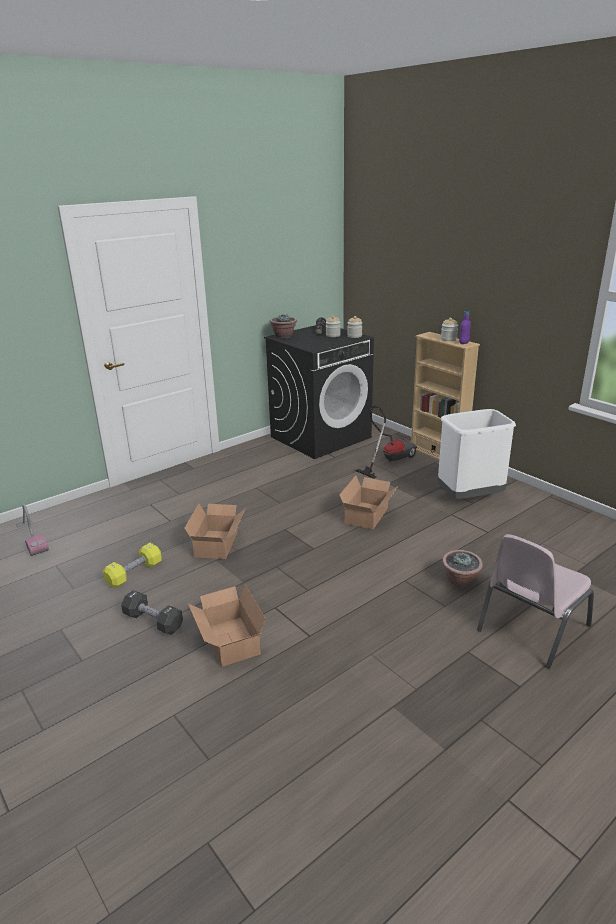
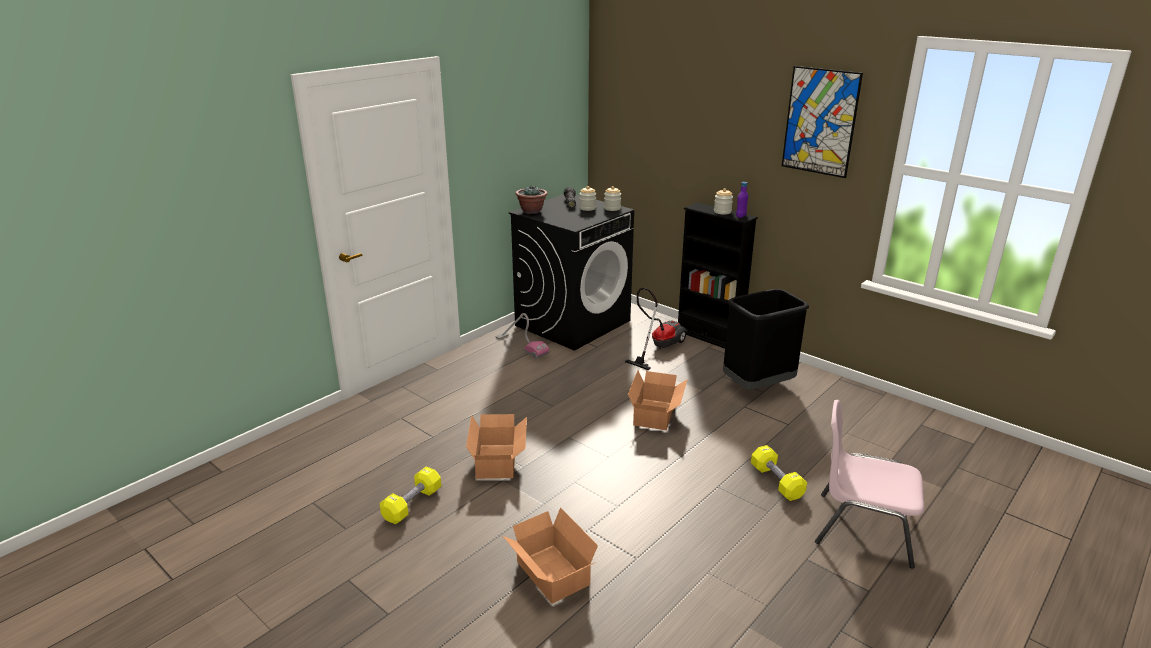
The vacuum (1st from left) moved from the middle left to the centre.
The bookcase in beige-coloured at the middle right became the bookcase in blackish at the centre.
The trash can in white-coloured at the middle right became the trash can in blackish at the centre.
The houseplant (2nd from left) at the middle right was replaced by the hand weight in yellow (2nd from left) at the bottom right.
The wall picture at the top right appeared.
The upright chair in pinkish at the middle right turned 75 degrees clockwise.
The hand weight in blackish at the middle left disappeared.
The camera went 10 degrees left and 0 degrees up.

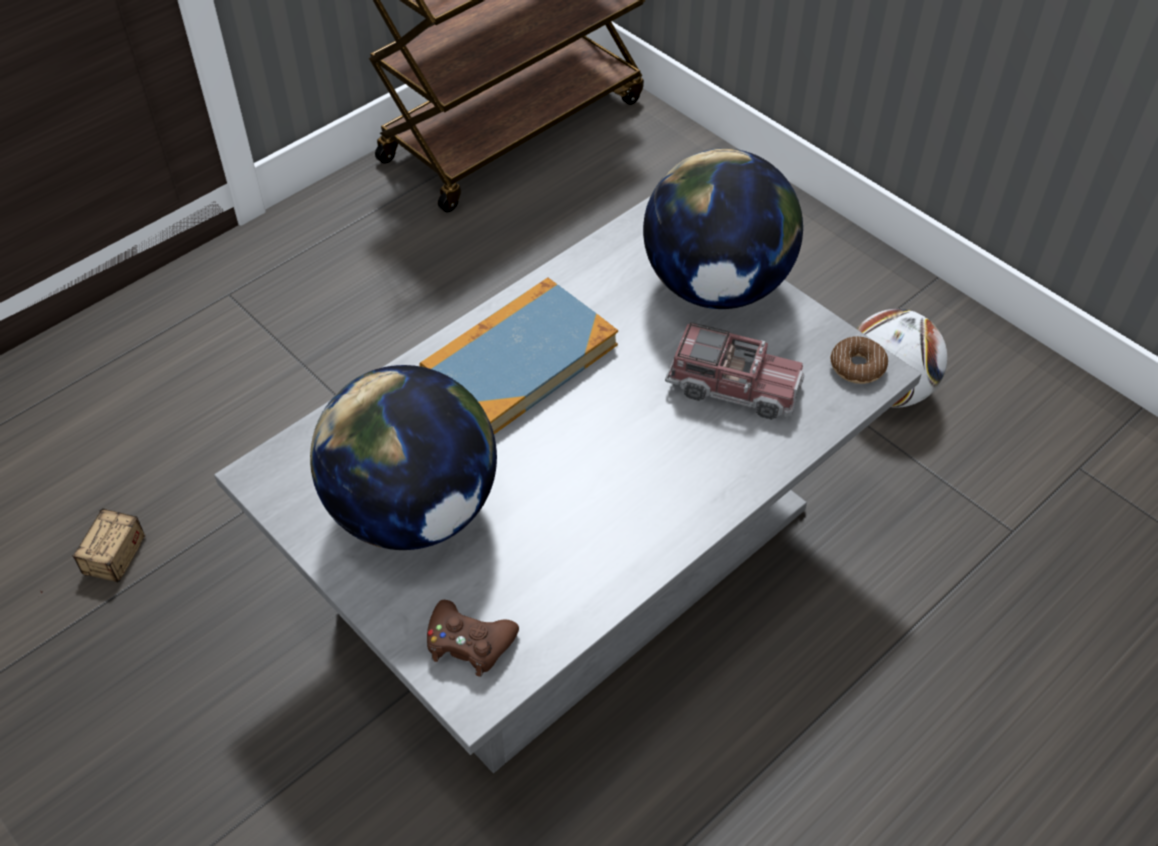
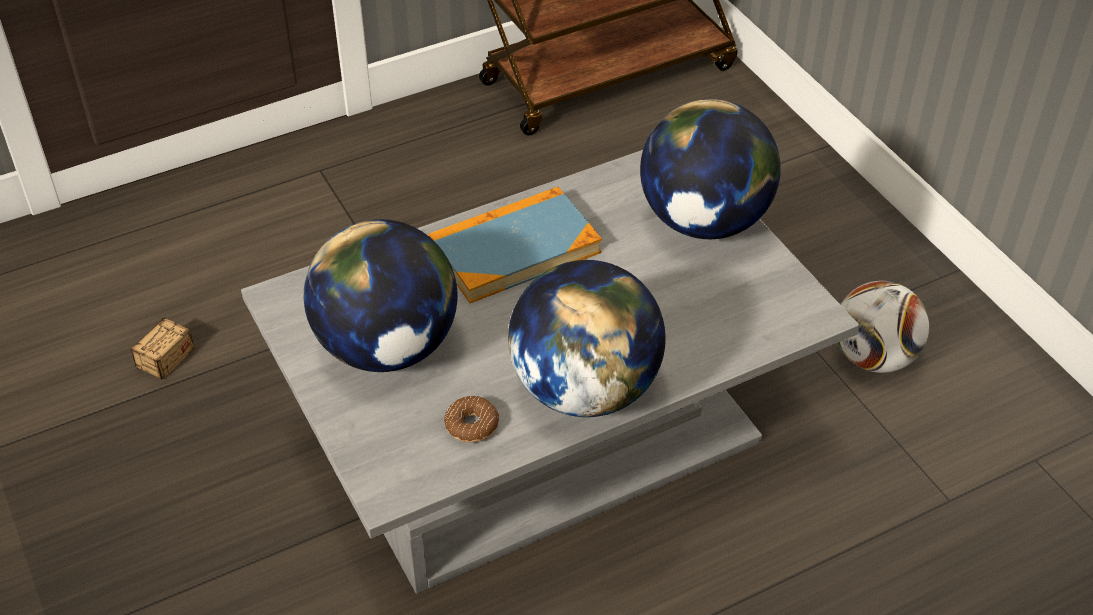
The donut moved from the middle right to the bottom centre.
The world globe (2nd from left) at the centre appeared.
The joypad in brownish at the bottom centre disappeared.
The model truck at the centre disappeared.
The camera went 15 degrees right and 5 degrees down.

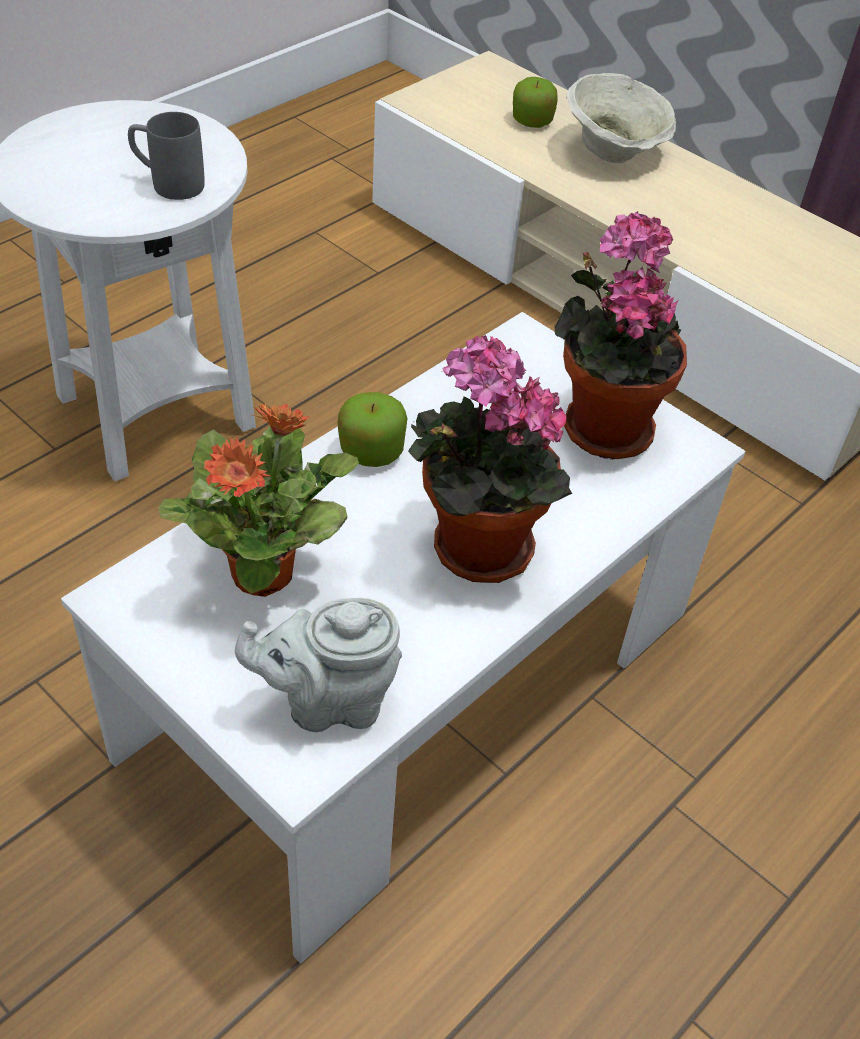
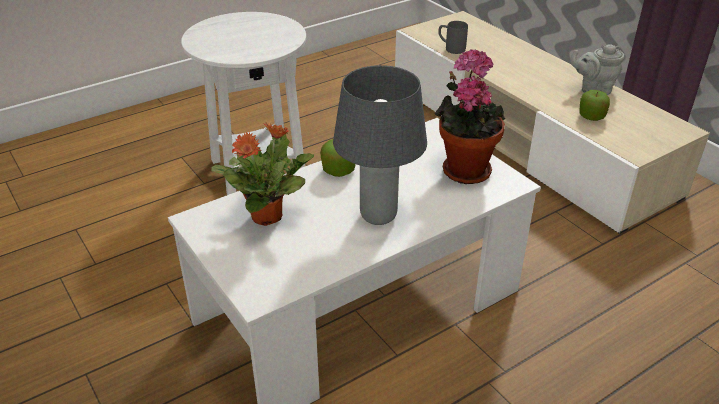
The houseplant (2nd from left) at the centre was replaced by the lamp for a table in greyish at the centre.
The coffee mug in greyish moved from the top left to the top centre.
The tea pot in greyish moved from the centre to the top right.
The apple fruit (2nd from left) moved from the top centre to the top right.
The serving bowl in beige-coloured at the top right disappeared.
The camera went 15 degrees right and 10 degrees down.

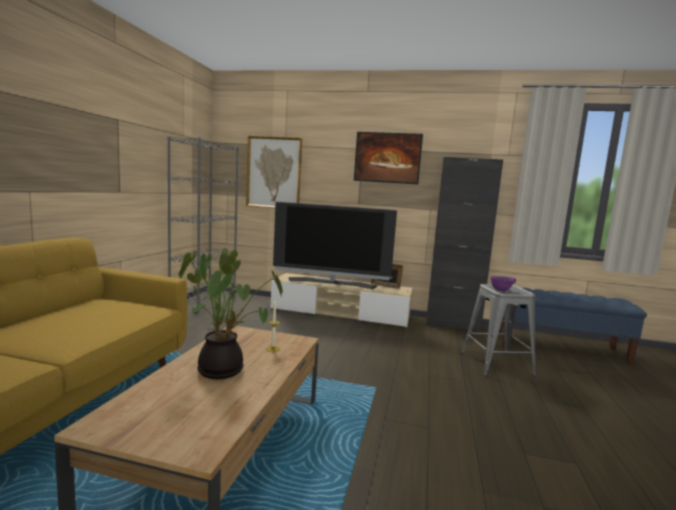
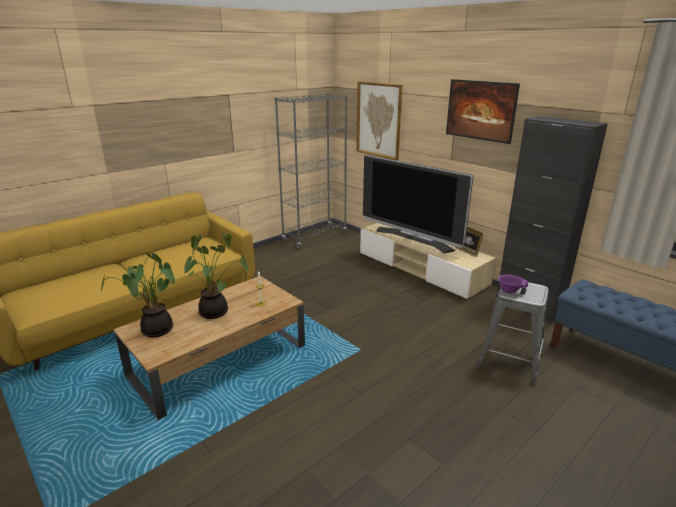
The houseplant (1st from left) at the middle left appeared.
The camera went 35 degrees right and 15 degrees up.

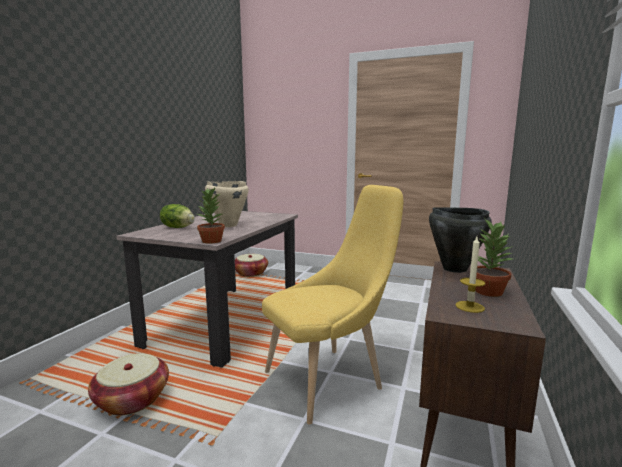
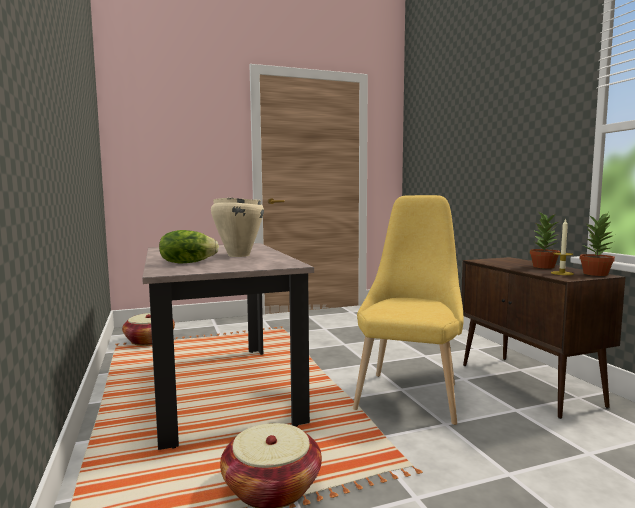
The houseplant (1st from left in the first image) moved from the centre to the middle right.
The cooking pot in blackish at the middle right disappeared.
The camera went 40 degrees left and 5 degrees down.

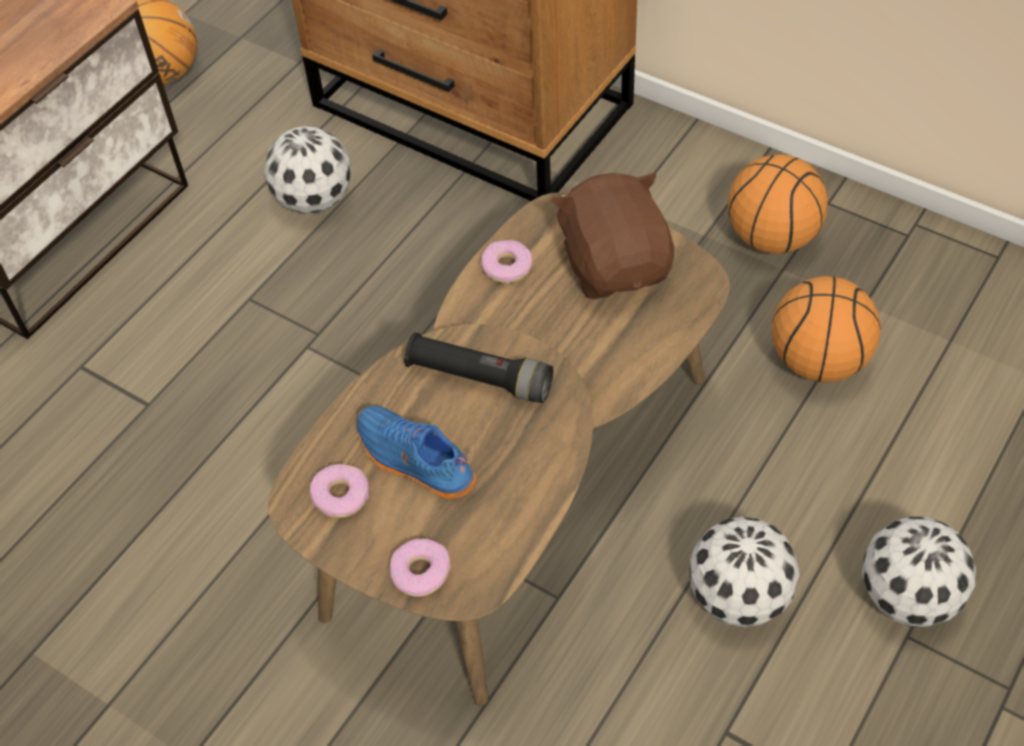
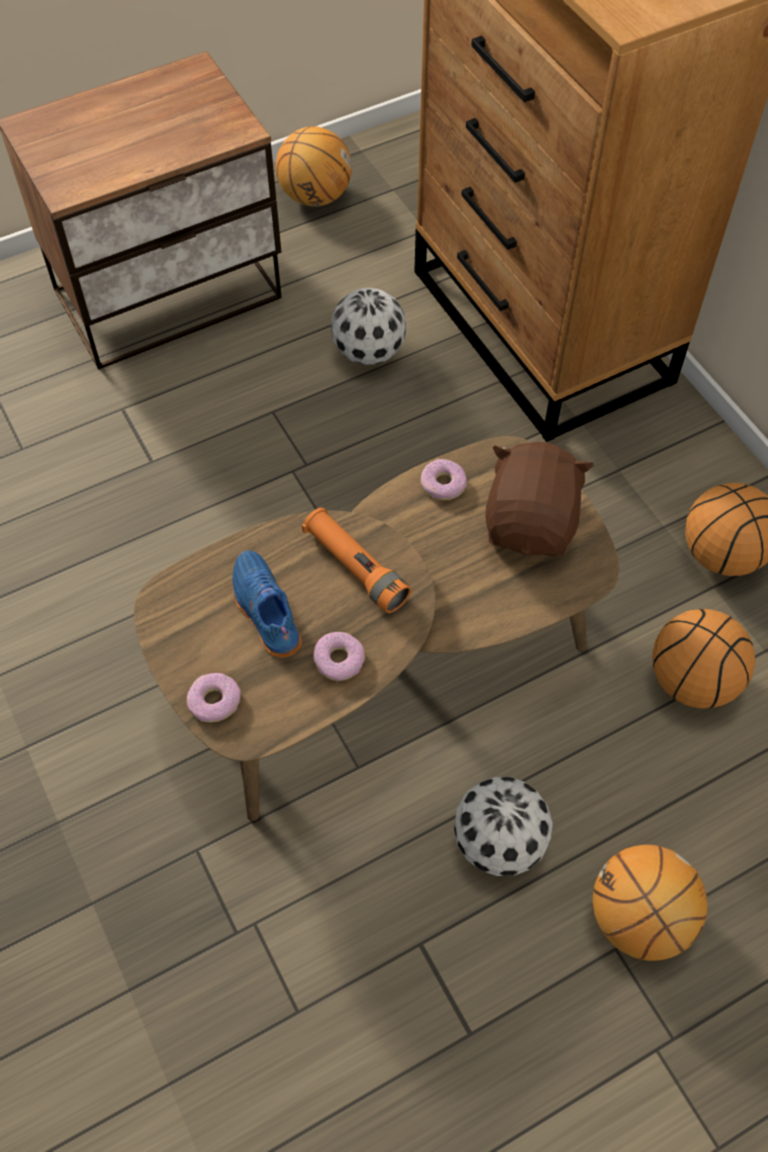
The torch in blackish at the centre became the torch in orange at the centre.
The donut (1st from left in the first image) moved from the middle left to the centre.
The football ball (3rd from left) at the bottom right was replaced by the ball for basketball (2nd from left) at the bottom right.
The camera went 25 degrees right and 5 degrees up.

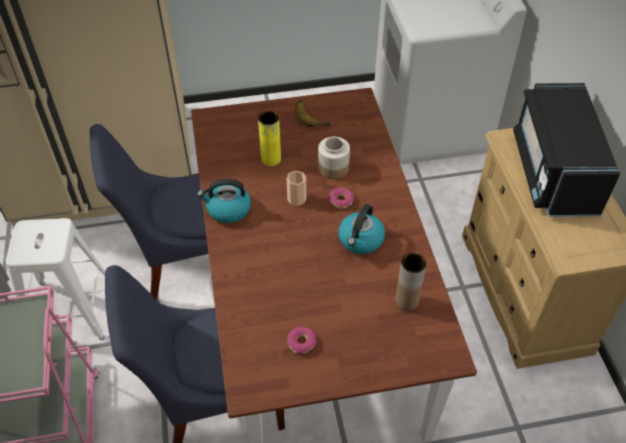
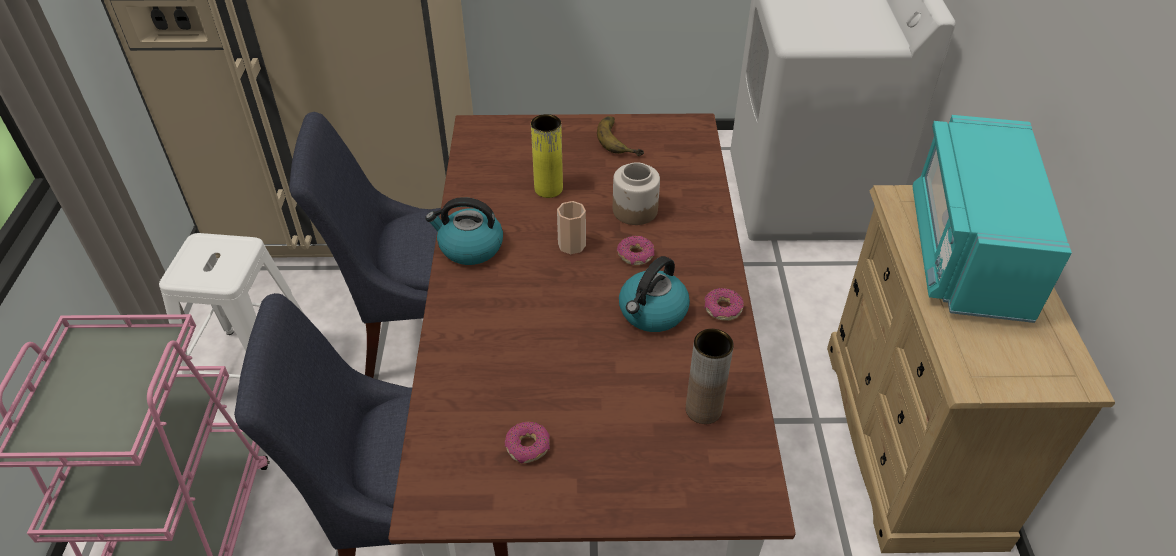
The donut (3rd from left) at the centre appeared.
The kitchen microwave in blackish at the middle right became the kitchen microwave in blue-green at the middle right.
The camera went 10 degrees right and 5 degrees down.

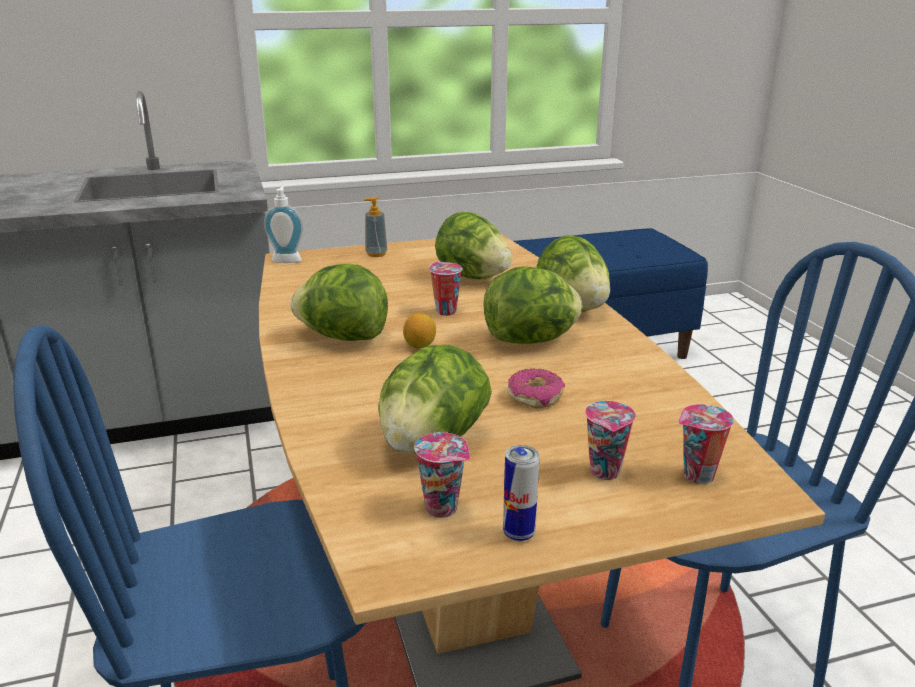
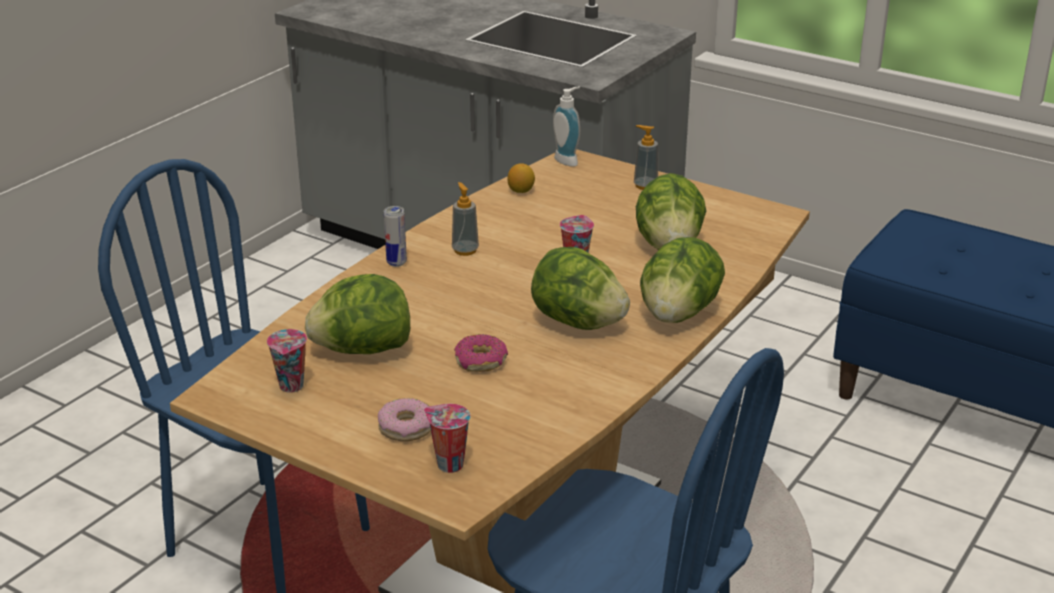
The small cup (3rd from left) at the middle right was replaced by the donut (1st from left) at the bottom centre.
The can moved from the bottom centre to the centre.
The lettuce (1st from left) at the centre was replaced by the soap bottle (1st from left) at the centre.
The whole lemon moved from the centre to the top centre.
The camera went 50 degrees right and 5 degrees up.

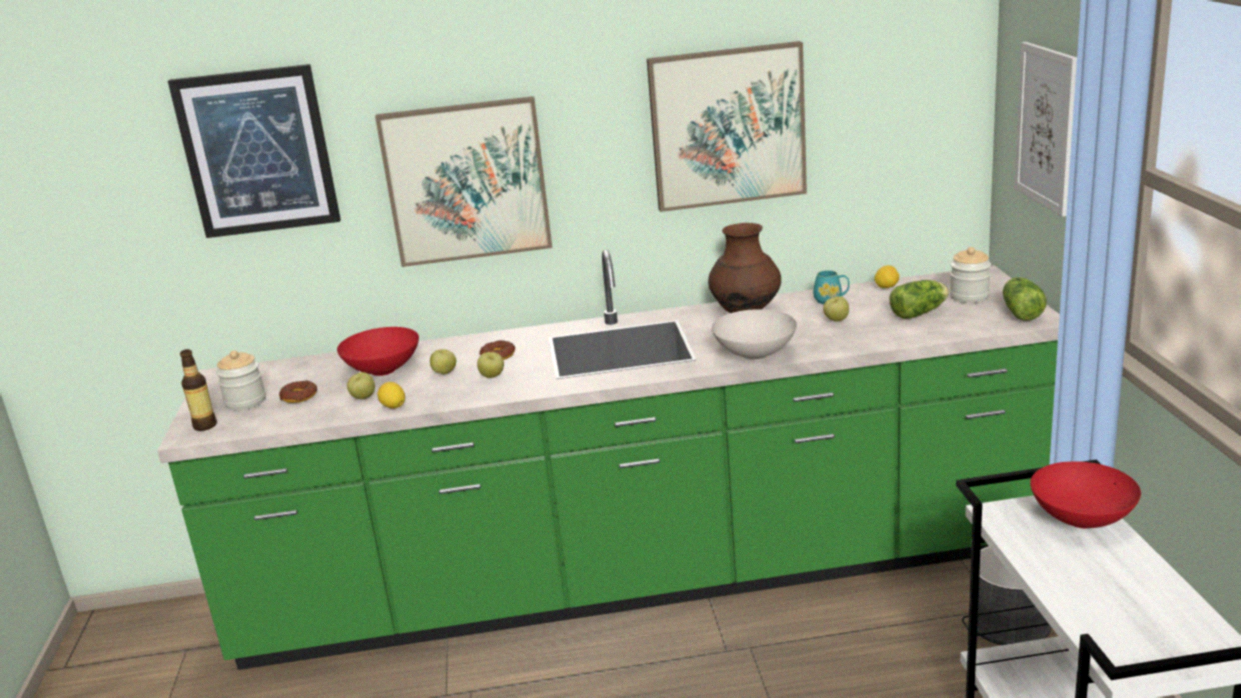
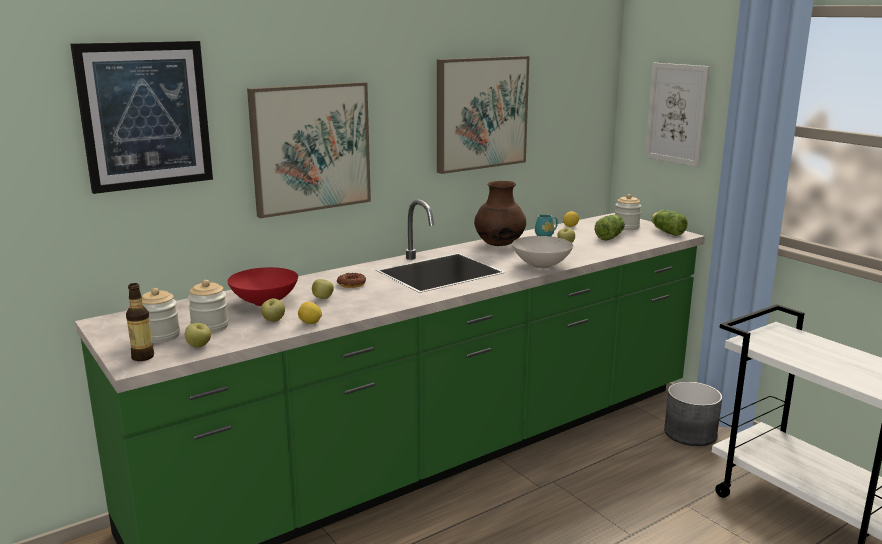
The apple fruit (3rd from left in the first image) moved from the centre to the middle left.
The donut (1st from left) at the middle left was replaced by the jar (2nd from left) at the middle left.
The serving bowl in reddish (2nd from left) at the bottom right disappeared.
The camera went 30 degrees left and 5 degrees down.

